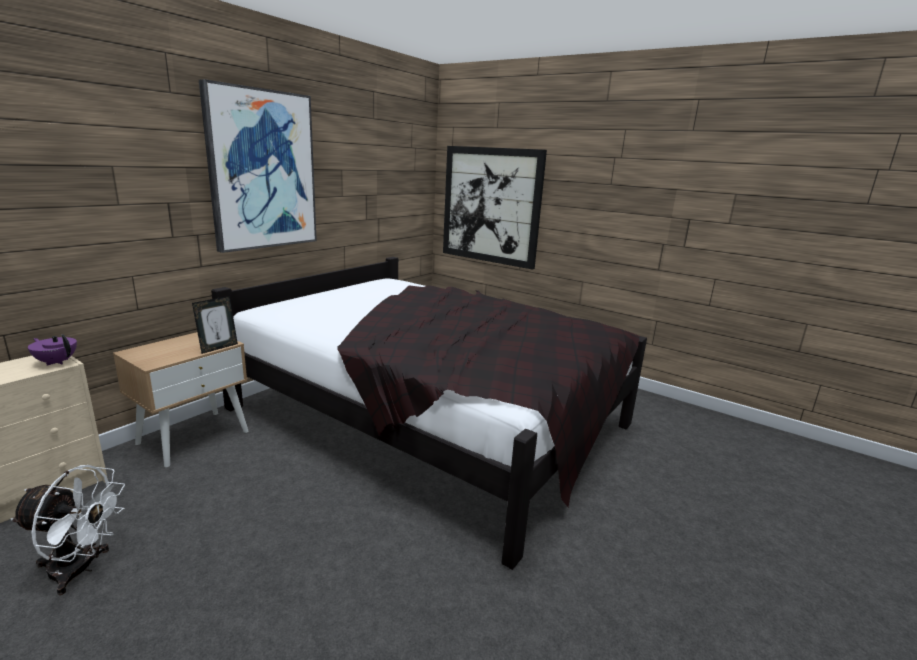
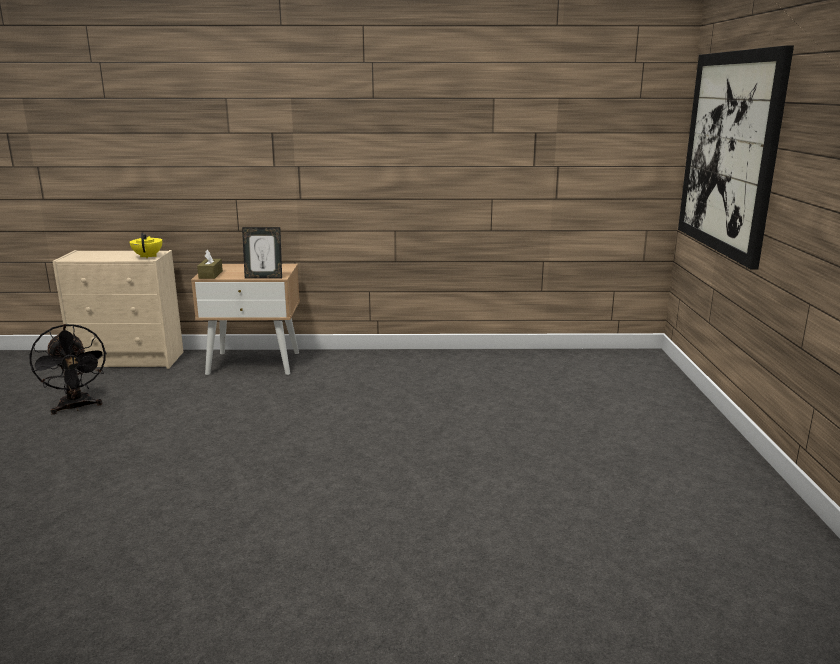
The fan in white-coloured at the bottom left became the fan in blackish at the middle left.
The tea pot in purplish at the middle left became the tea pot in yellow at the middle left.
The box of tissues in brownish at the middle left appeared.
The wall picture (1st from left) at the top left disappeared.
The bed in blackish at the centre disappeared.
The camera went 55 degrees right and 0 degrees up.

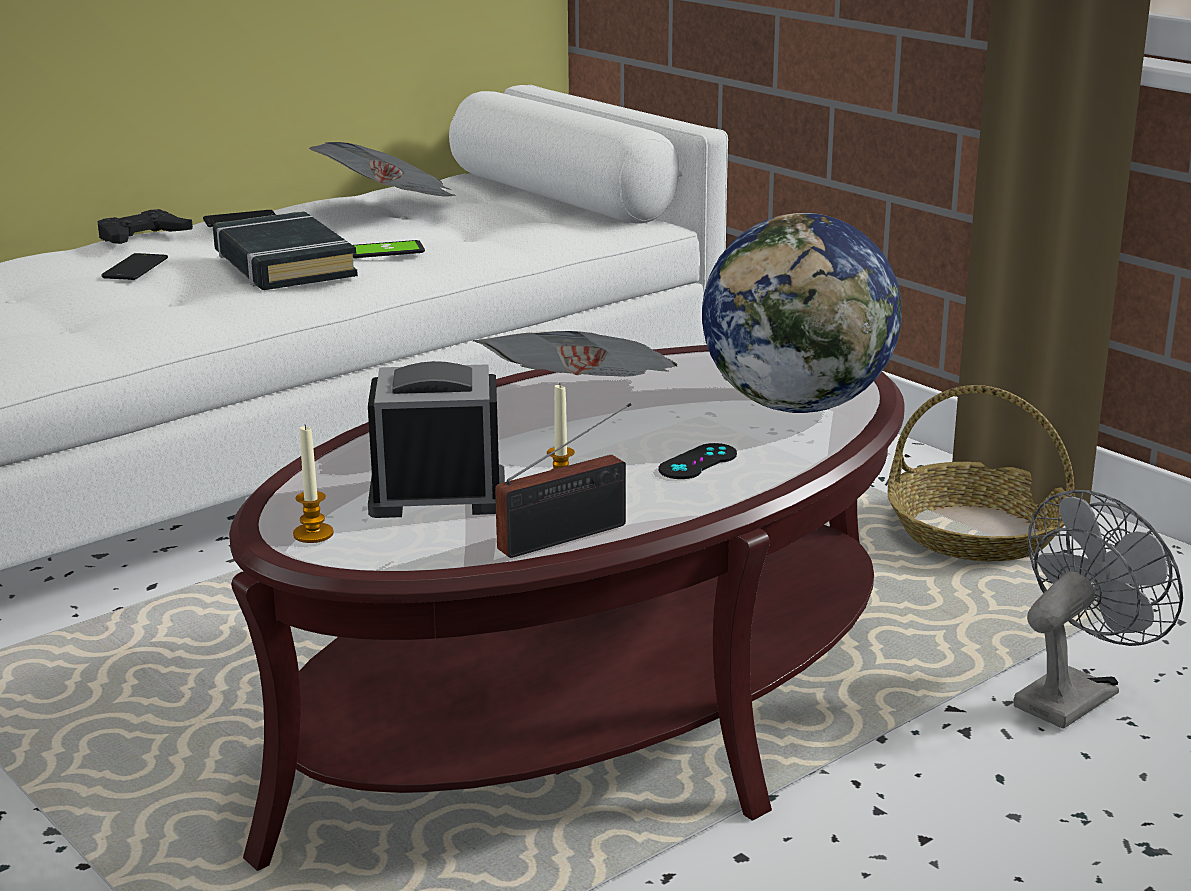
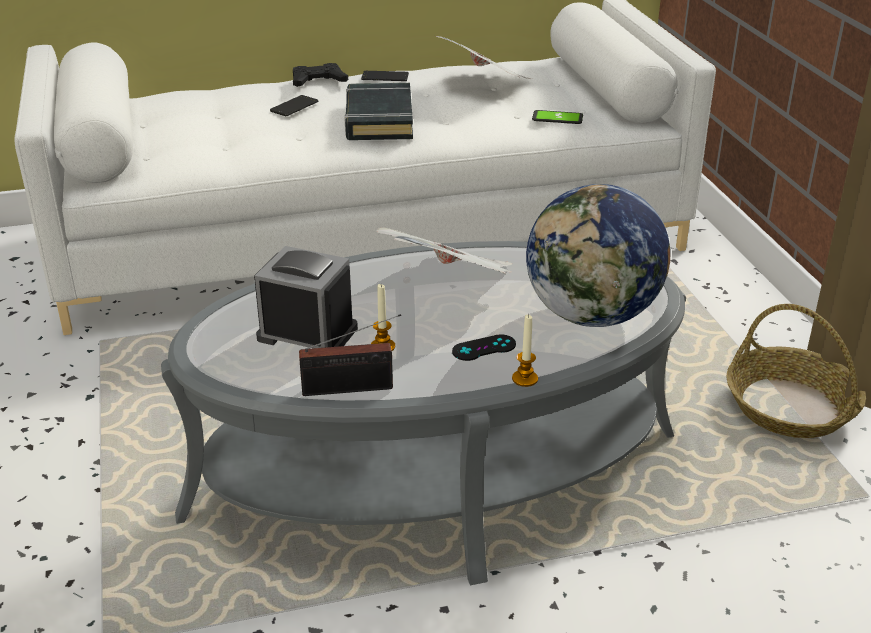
The lounge table in brownish at the bottom centre became the lounge table in greyish at the centre.
The wax light (1st from left in the first image) moved from the middle left to the centre.
The telephone (3rd from left) moved from the top left to the top centre.
The fan in greyish at the bottom right disappeared.
The camera went 25 degrees right and 10 degrees up.

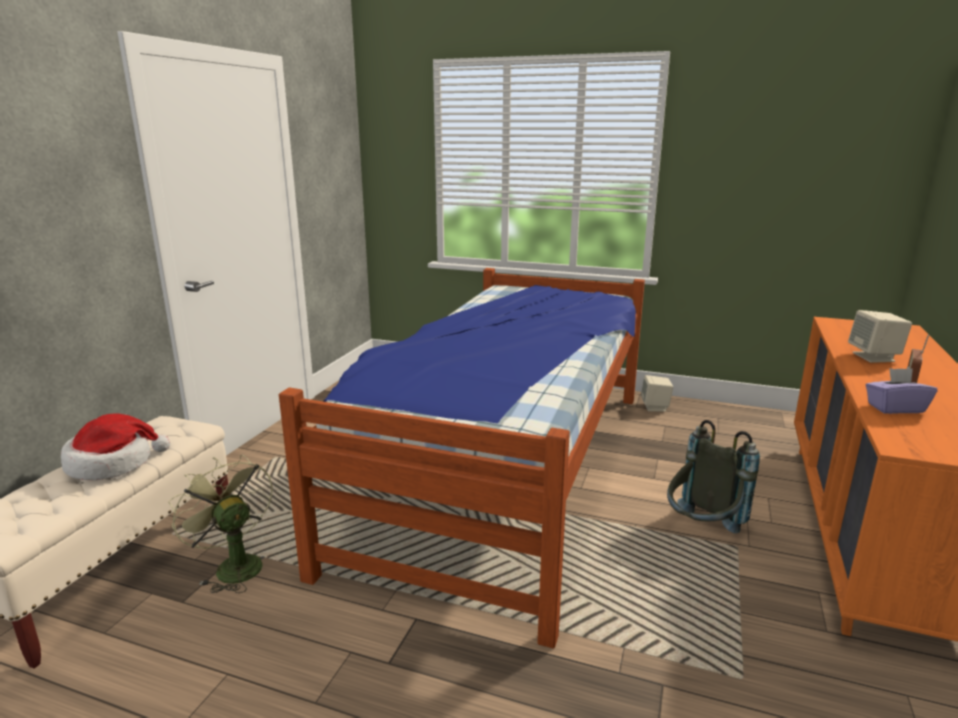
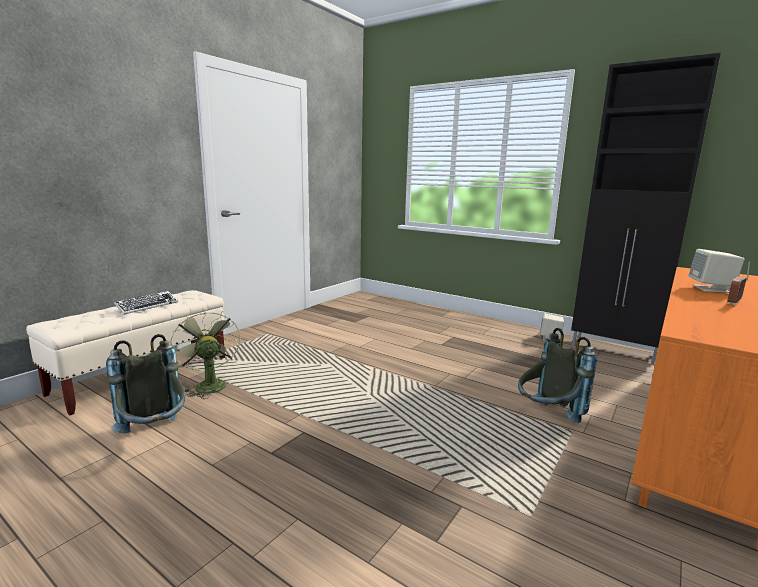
The rucksack in greyish (1st from left) at the middle left appeared.
The wearable hat at the middle left was replaced by the computer keyboard at the middle left.
The cupboard in blackish at the middle right appeared.
The bed at the centre disappeared.
The box of tissues in purplish at the middle right disappeared.
The camera went 15 degrees right and 5 degrees down.

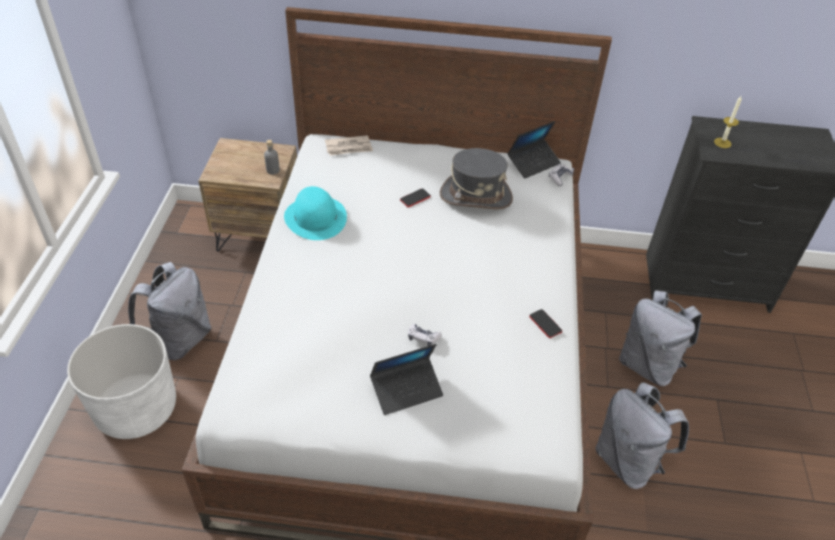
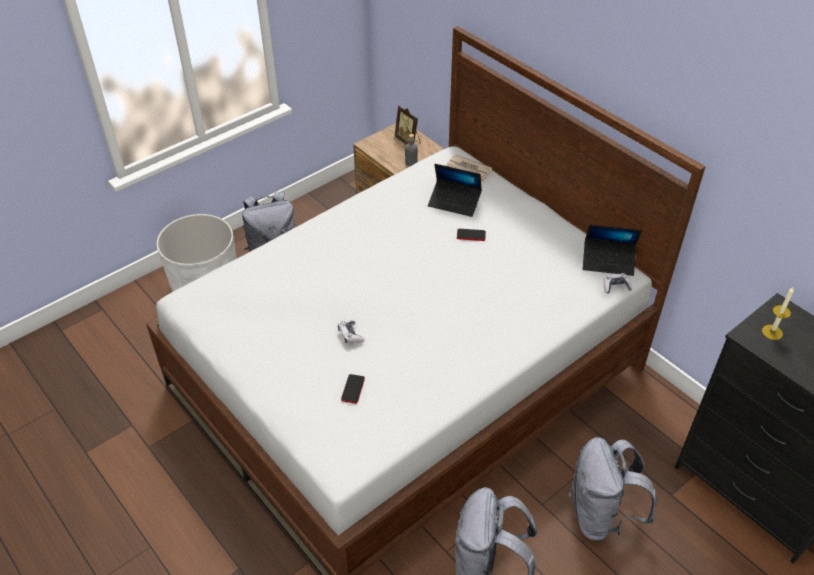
The telephone (2nd from left in the first image) moved from the centre to the bottom centre.
The picture frame at the top centre appeared.
The notebook computer (1st from left) moved from the bottom centre to the top centre.
The wearable hat in blue-green at the centre disappeared.
The wearable hat in greyish at the top centre disappeared.
The camera went 45 degrees right and 0 degrees up.

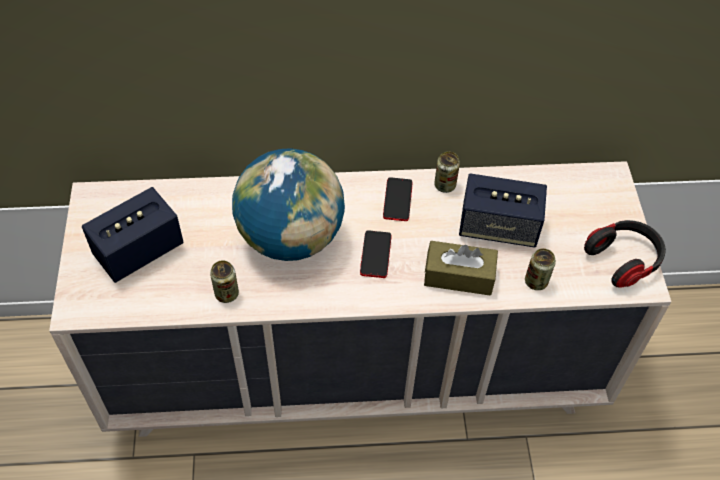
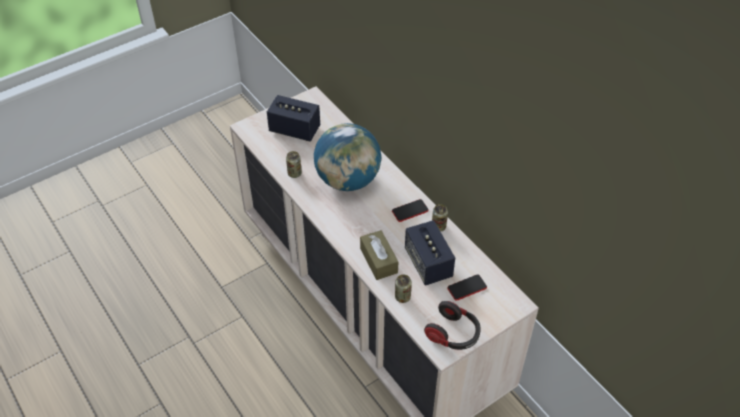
The telephone (1st from left in the first image) moved from the centre to the bottom centre.
The camera went 60 degrees right and 5 degrees down.

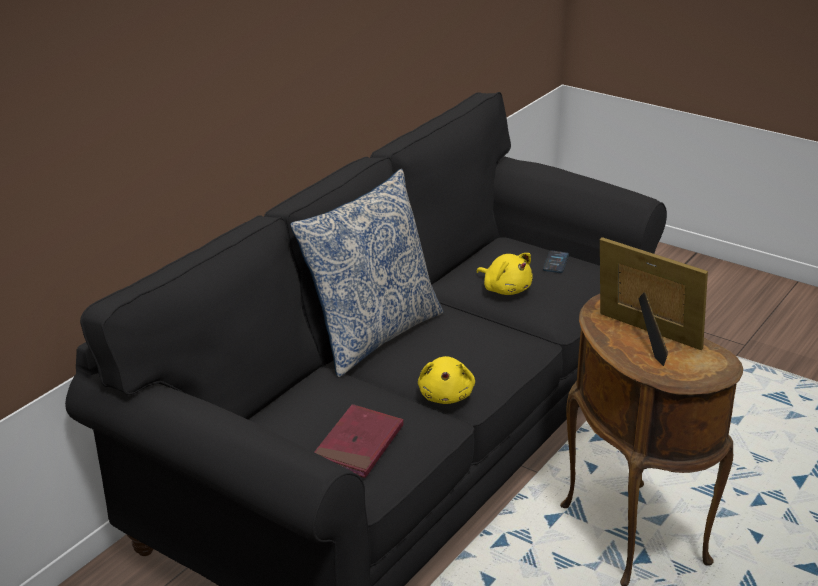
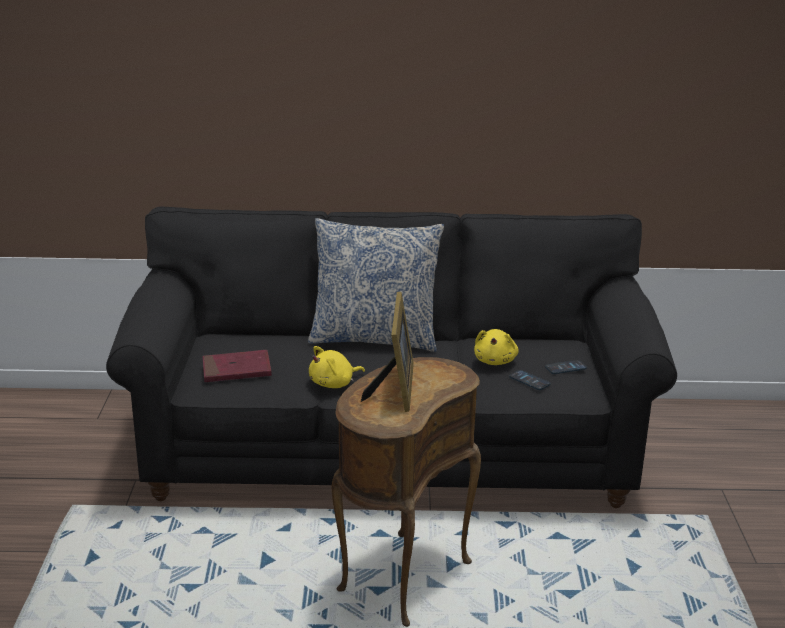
The telephone (1st from left) at the middle right appeared.
The camera went 55 degrees right and 5 degrees down.

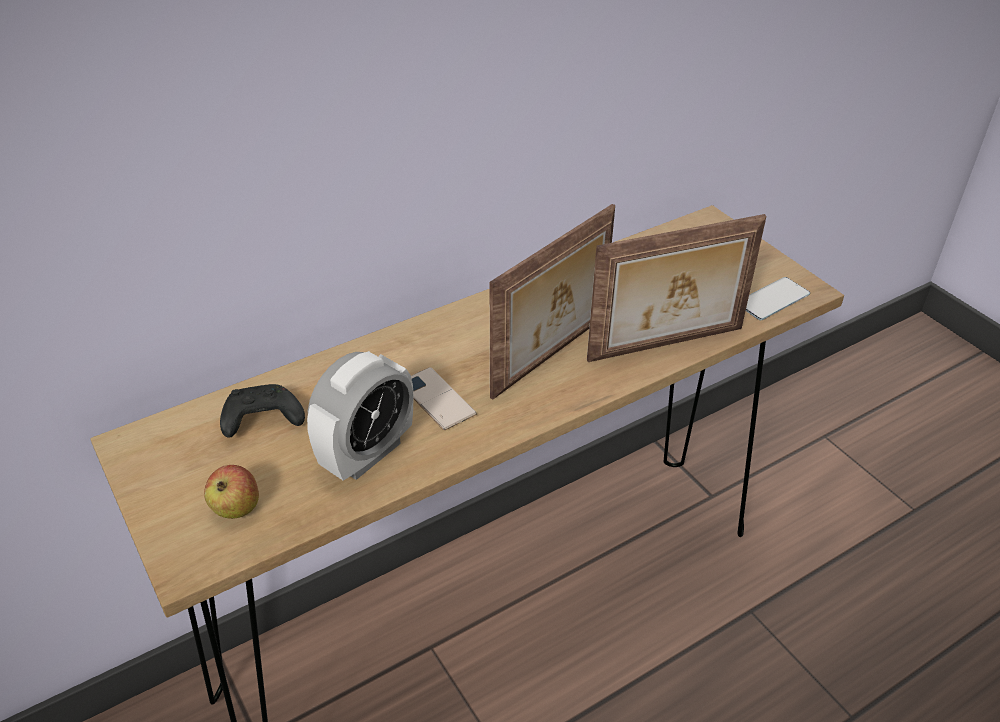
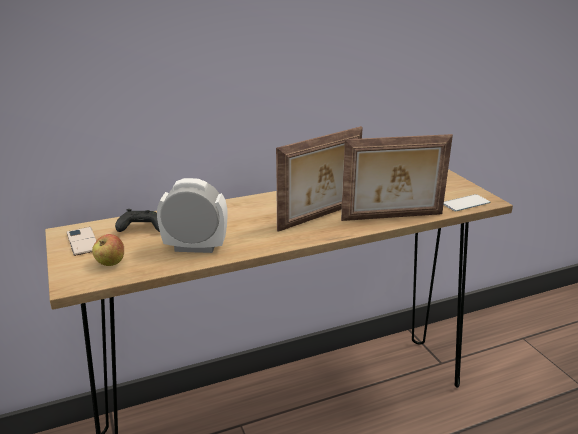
The telephone (1st from left) moved from the centre to the middle left.
The bedside clock at the centre turned 135 degrees counterclockwise.
The camera went 10 degrees right and 15 degrees down.

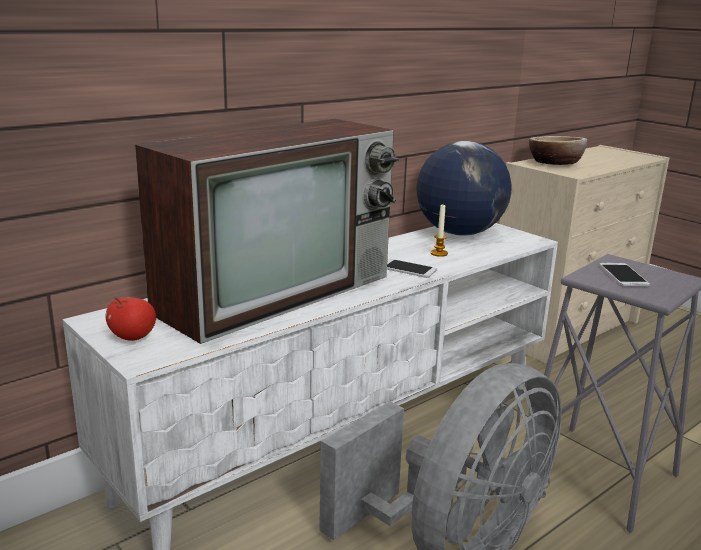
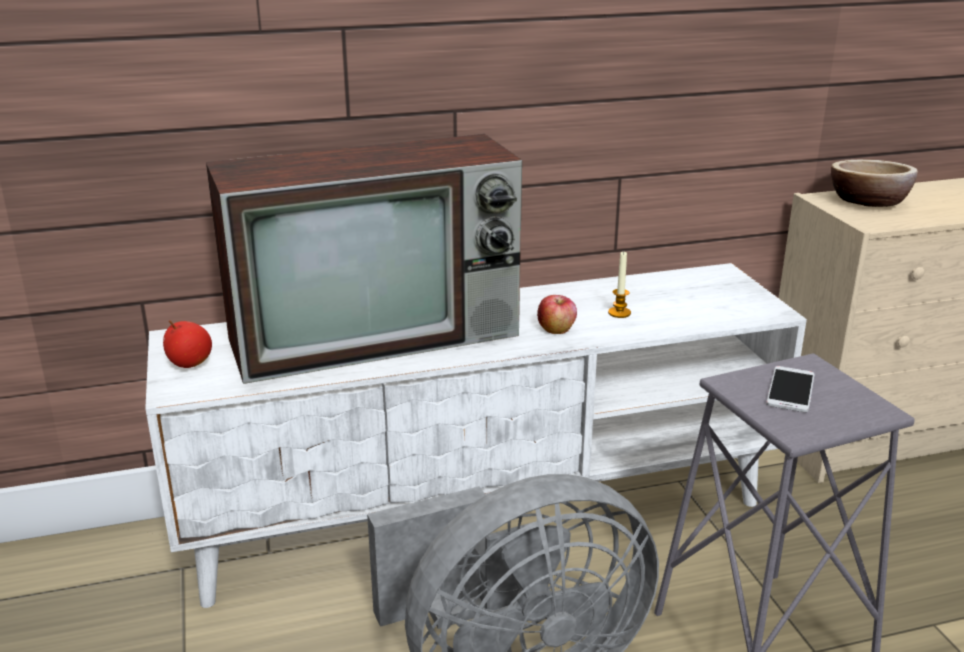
The telephone (1st from left) at the centre was replaced by the apple fruit (2nd from left) at the centre.
The world globe at the centre disappeared.
The camera went 25 degrees right and 5 degrees up.

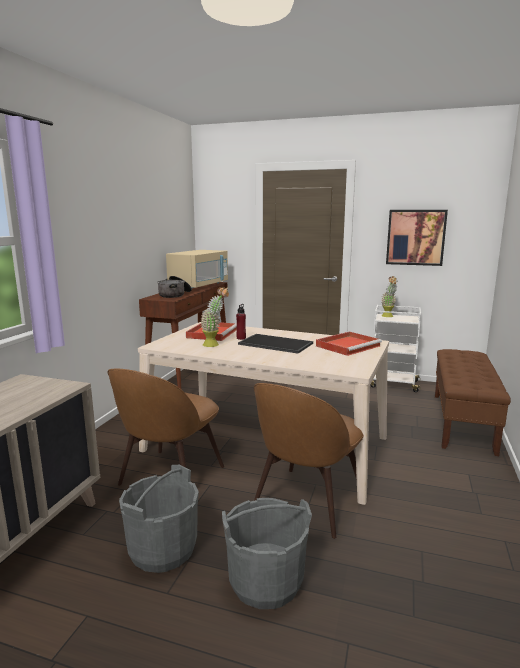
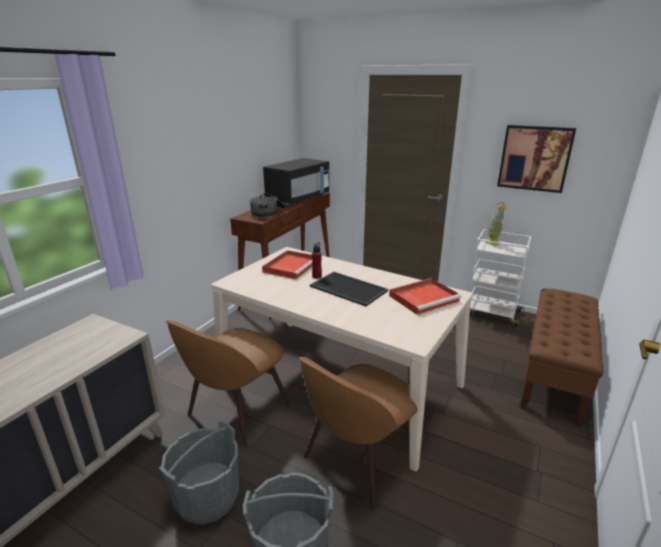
The kitchen microwave in beige-coloured at the centre became the kitchen microwave in blackish at the top centre.
The houseplant (1st from left) at the centre disappeared.
The camera went 10 degrees right and 10 degrees up.

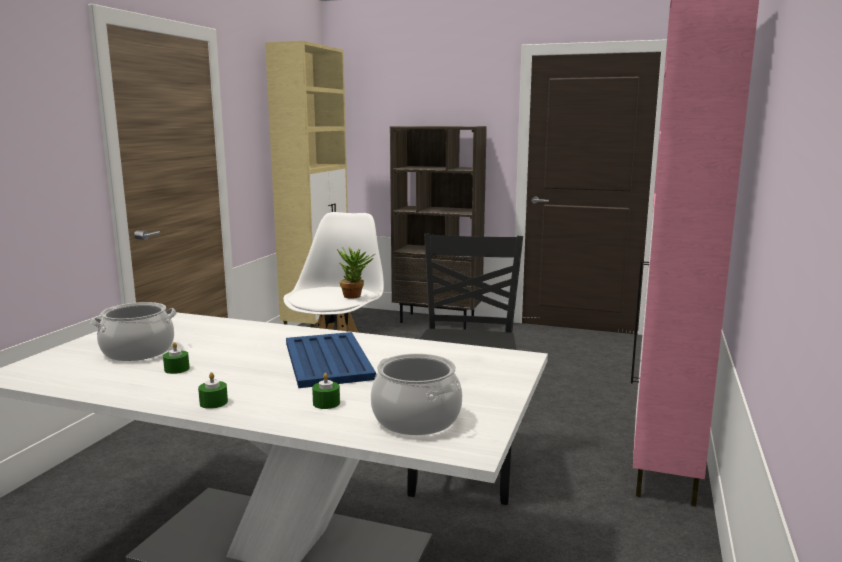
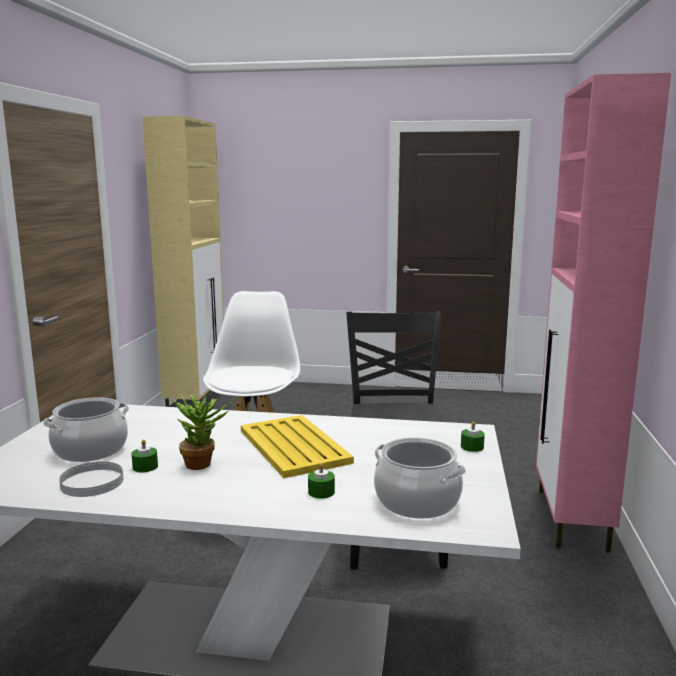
The dinner plate in white-coloured at the bottom left appeared.
The houseplant moved from the centre to the middle left.
The carrying tray in blue at the centre became the carrying tray in yellow at the centre.
The wax light in greenish (2nd from left in the first image) moved from the bottom left to the middle right.
The bookcase in brownish at the centre disappeared.
The camera went 10 degrees left and 0 degrees up.

